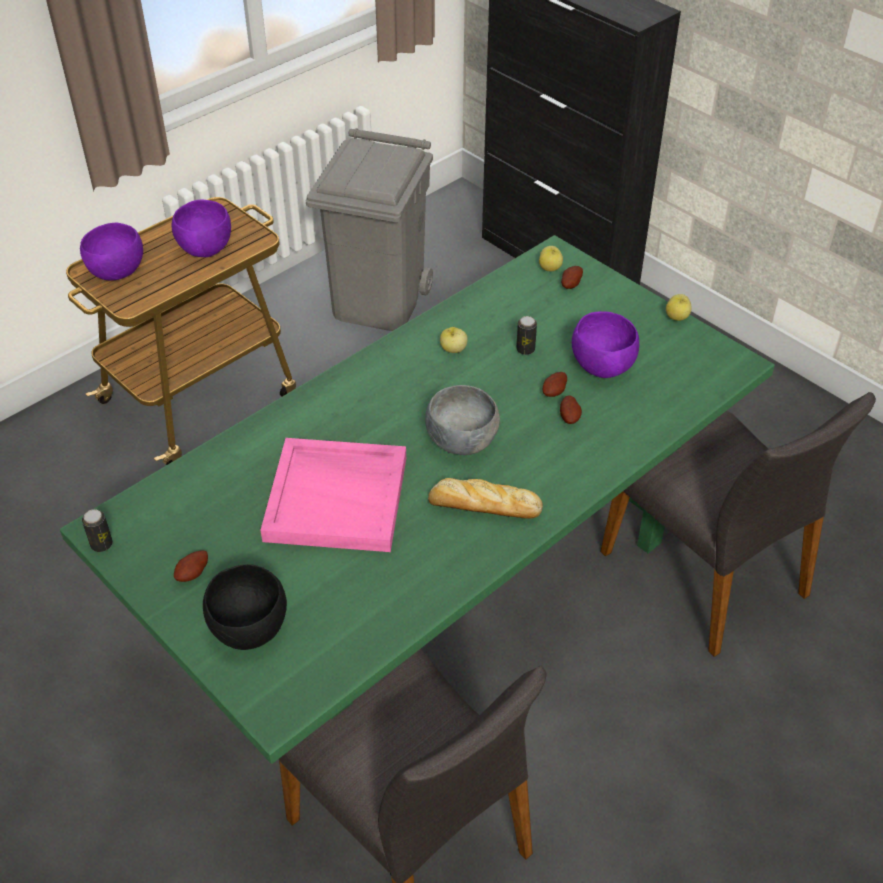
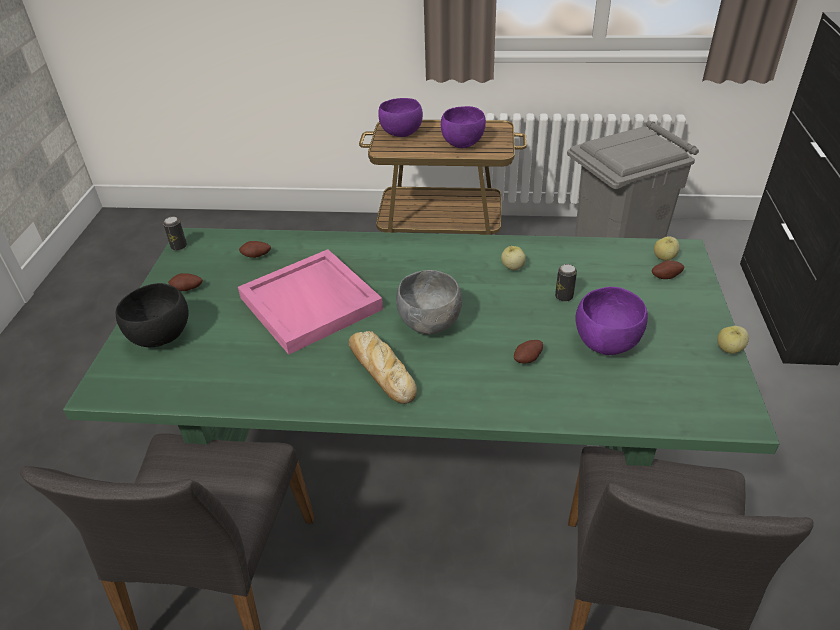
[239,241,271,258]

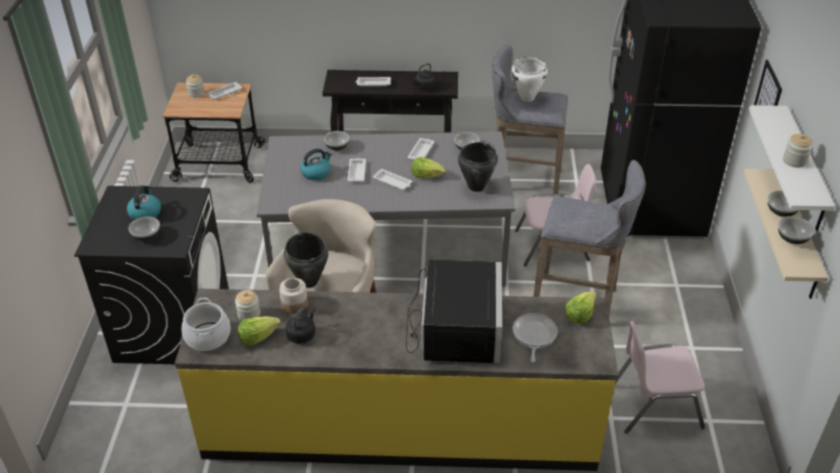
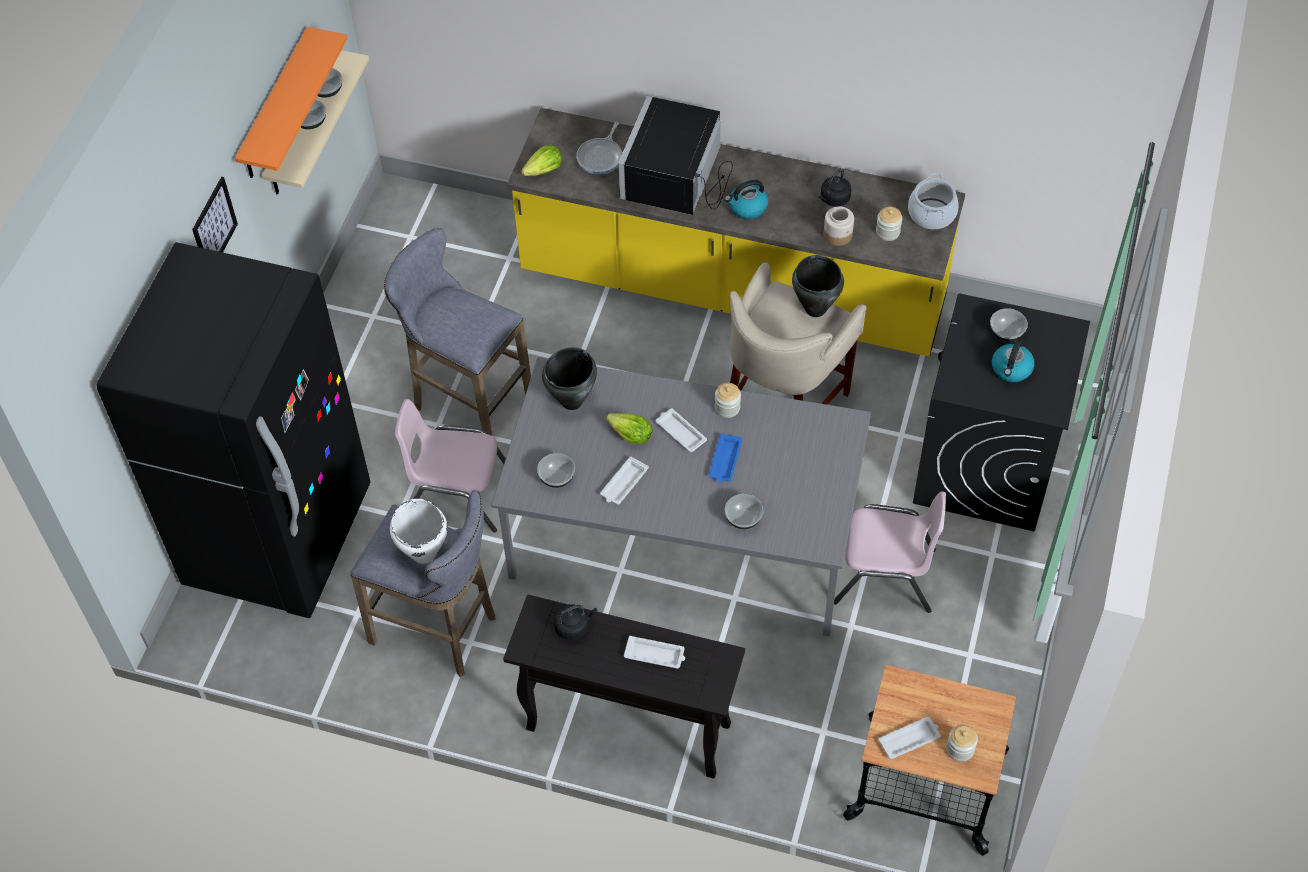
[235,27,348,178]
[708,434,743,482]
[715,383,741,418]
[725,180,768,219]
[834,491,946,613]
[238,316,281,345] (first image)

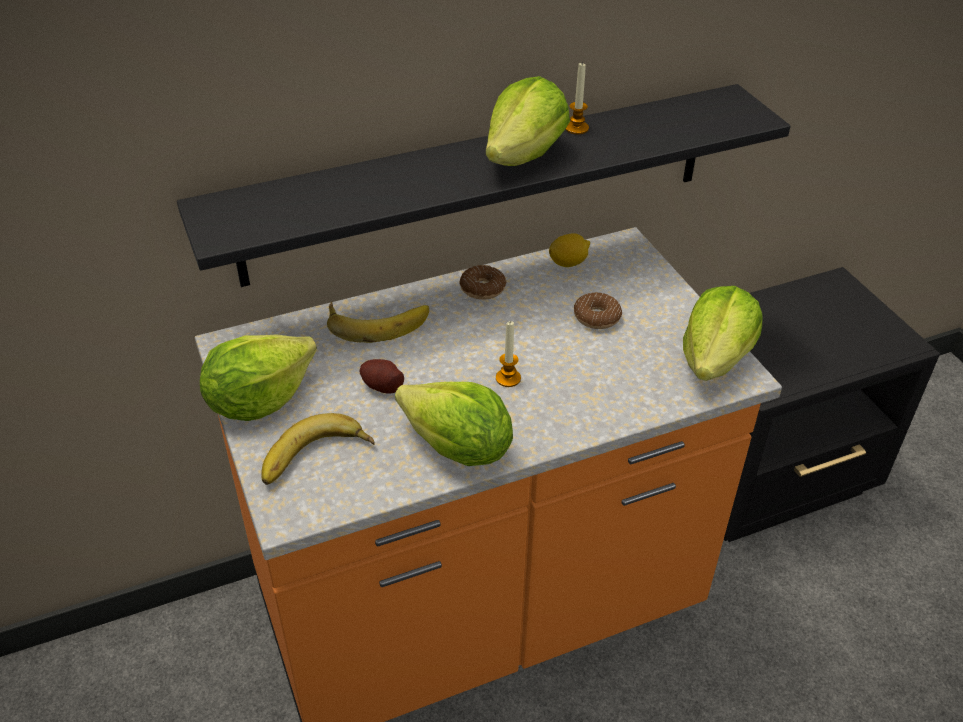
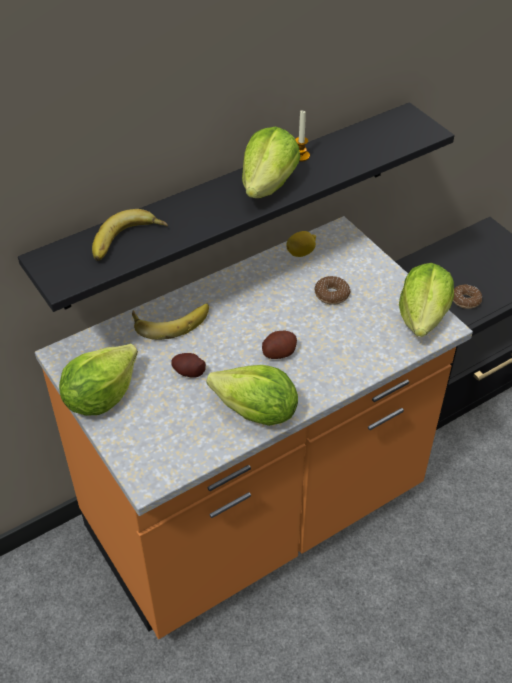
[92,209,168,261]
[262,331,297,359]
[453,284,482,309]

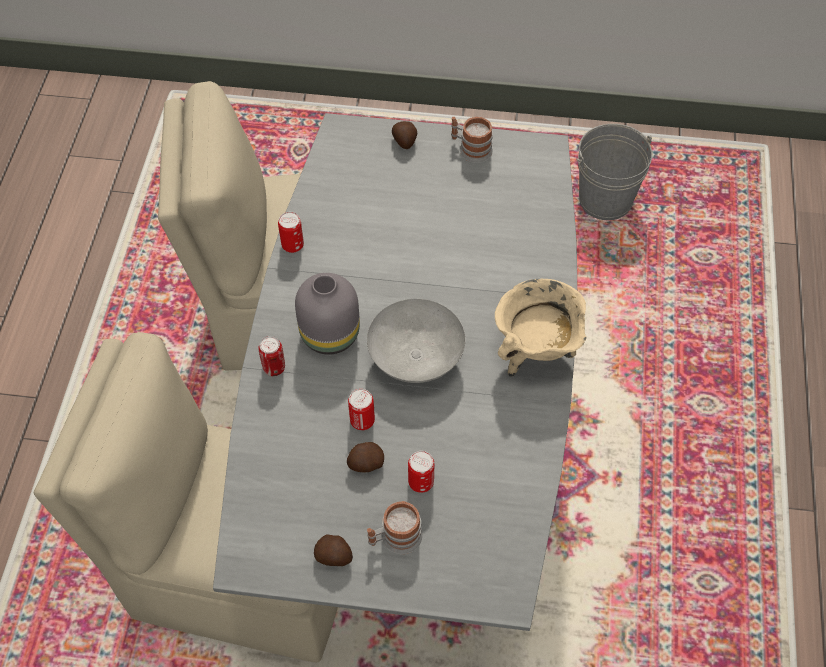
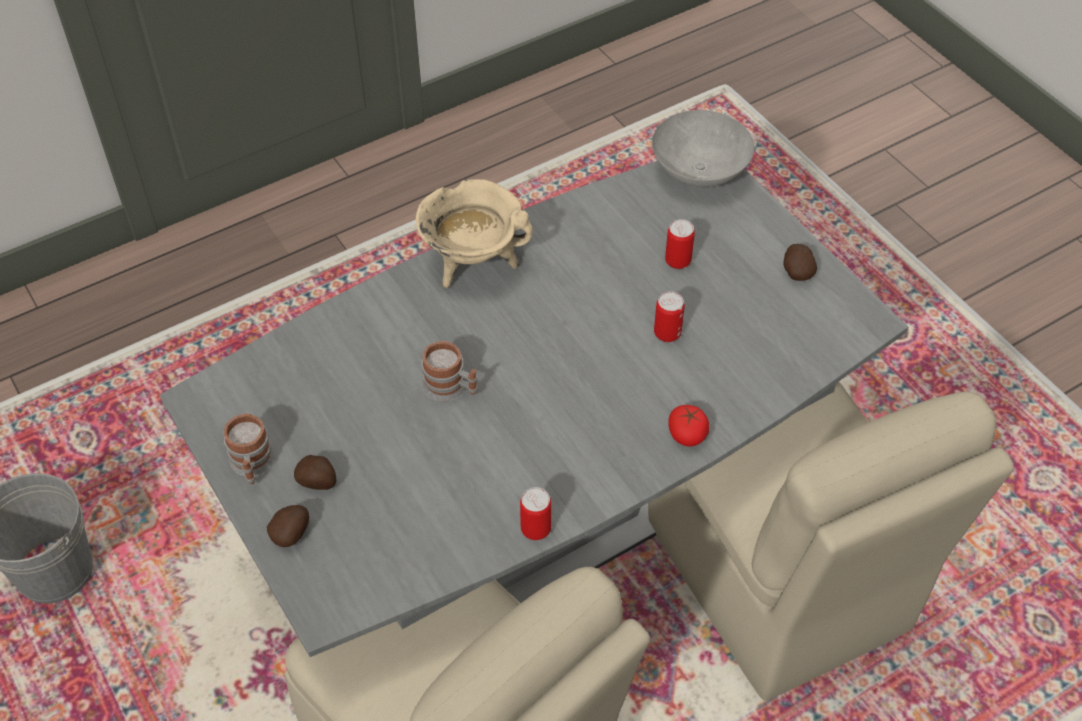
[294,455,336,490]
[422,341,478,401]
[652,110,754,187]
[668,405,710,447]
[295,273,360,355] (first image)

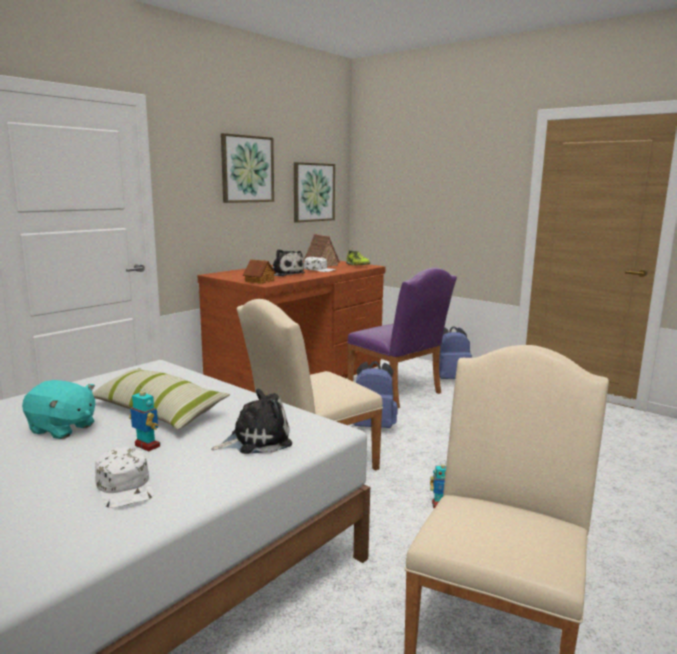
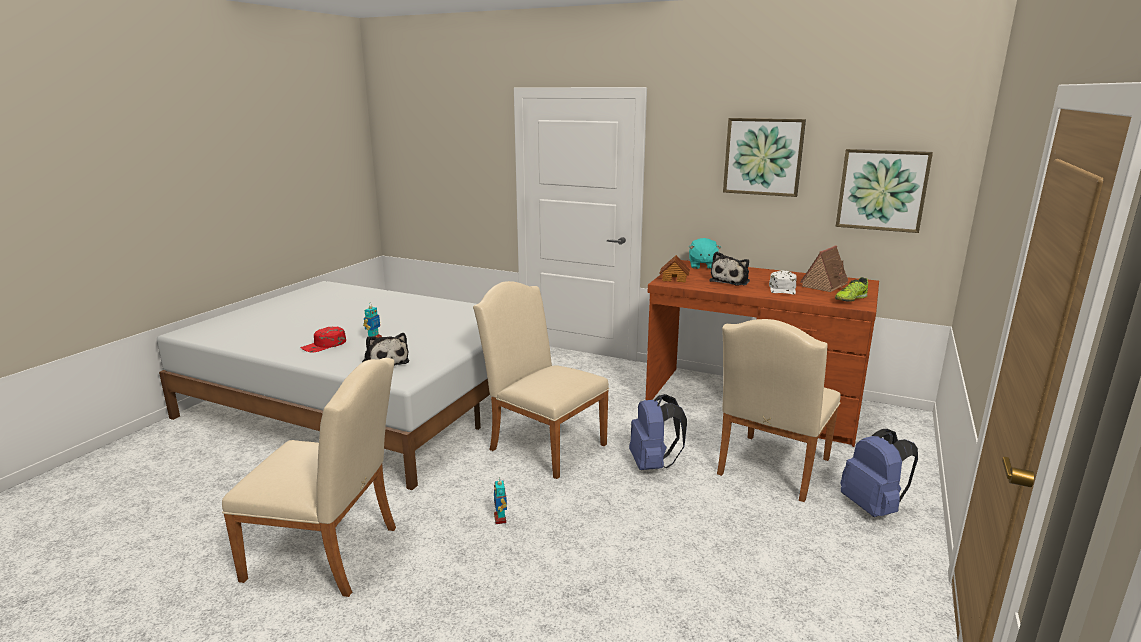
[301,327,346,352]
[689,238,722,269]
[717,319,841,502]
[92,368,230,430] (first image)

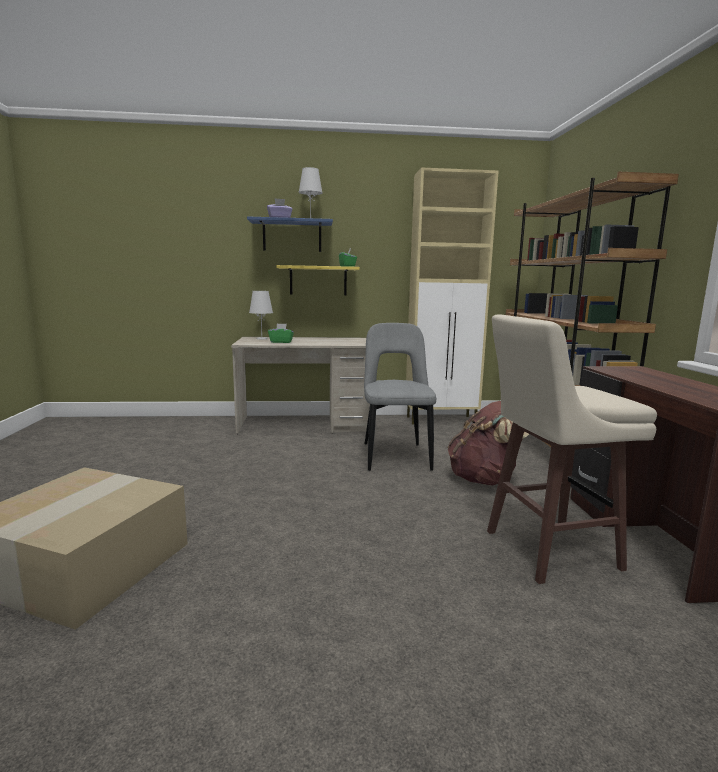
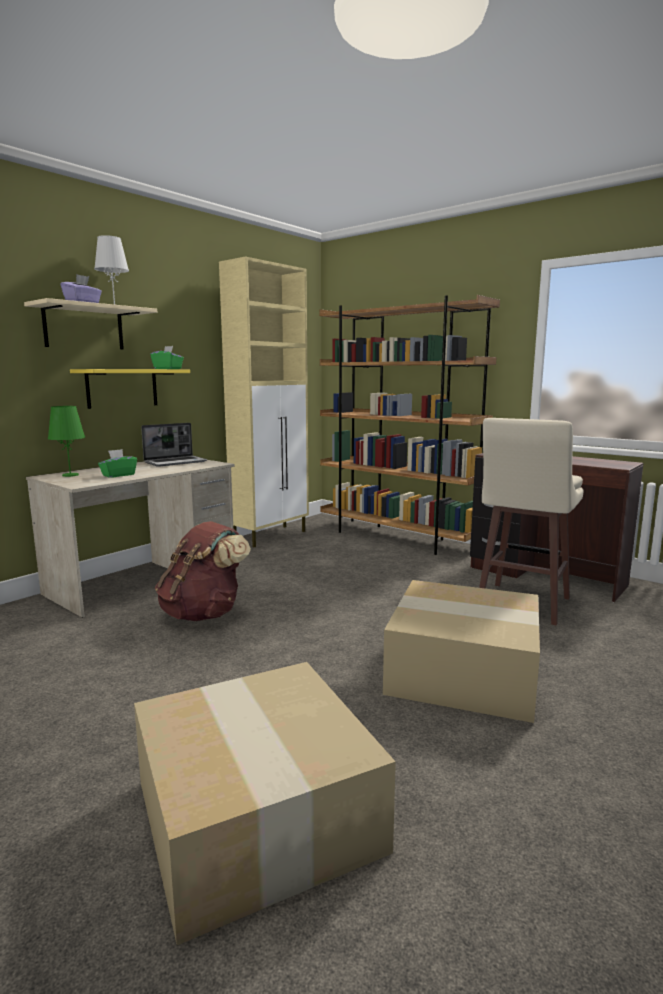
[24,298,157,349]
[48,406,85,477]
[141,423,207,467]
[155,521,251,621]
[383,580,540,723]
[364,323,436,471] (first image)

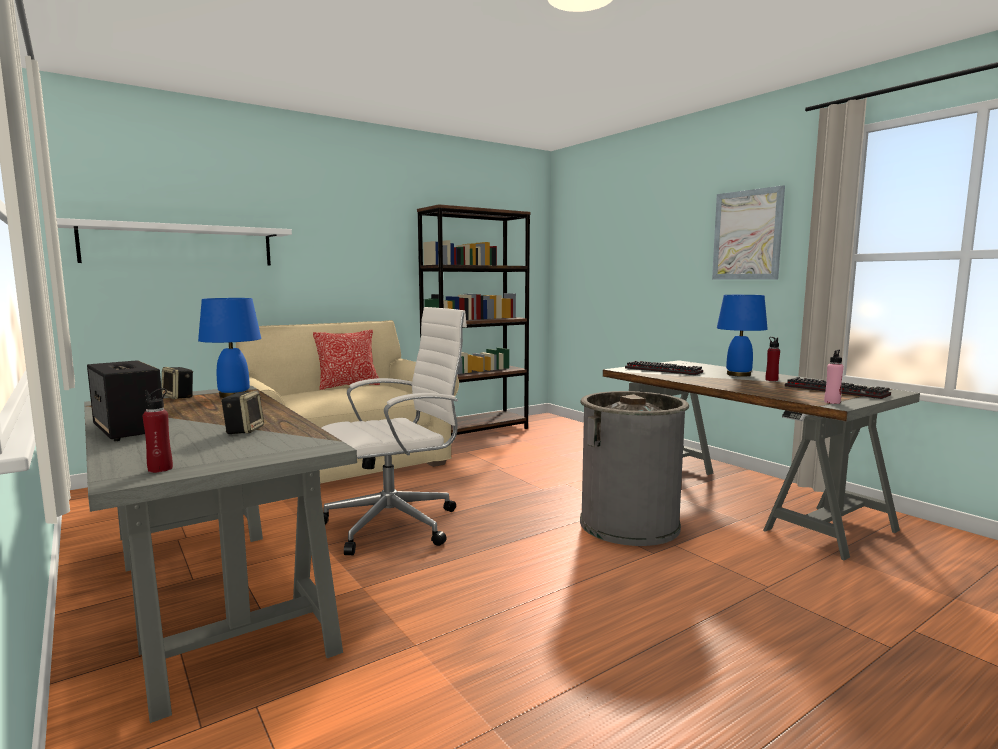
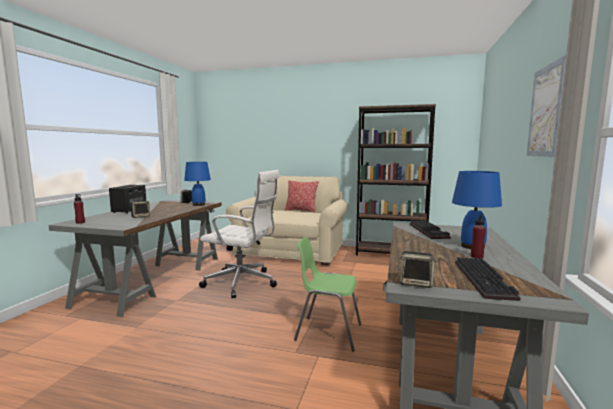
[294,237,361,351]
[400,251,436,288]
[57,218,292,266] (first image)

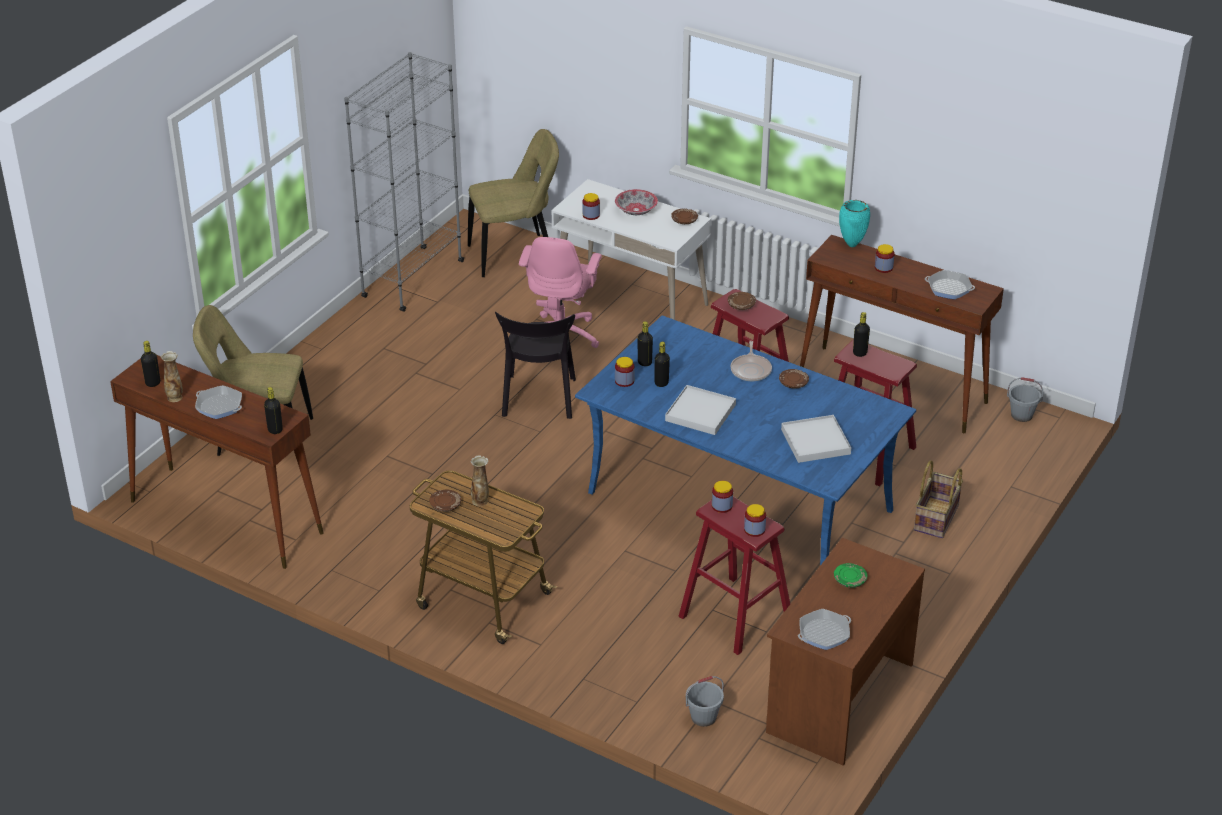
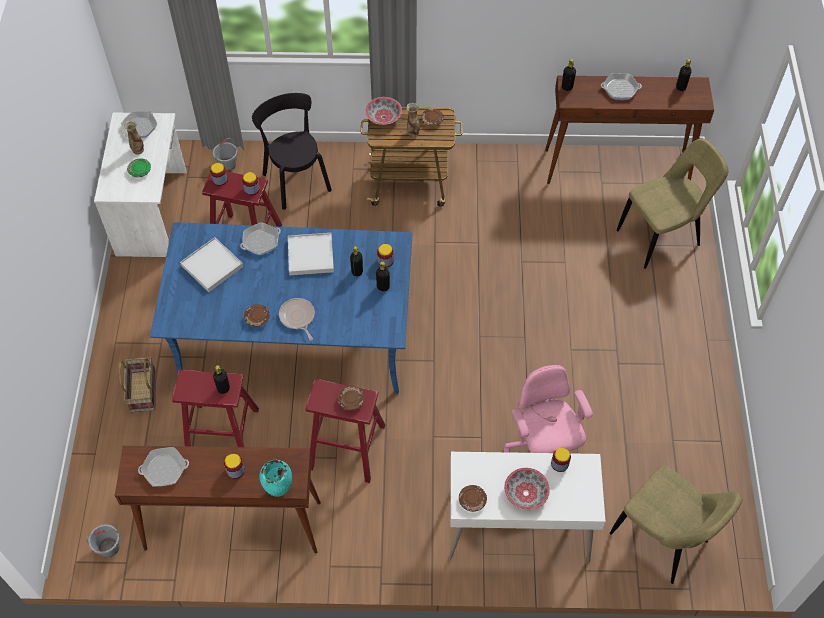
[94,113,187,257]
[124,121,144,155]
[240,222,281,255]
[252,93,332,210]
[365,97,402,125]
[610,465,743,584]
[344,52,464,312] (first image)

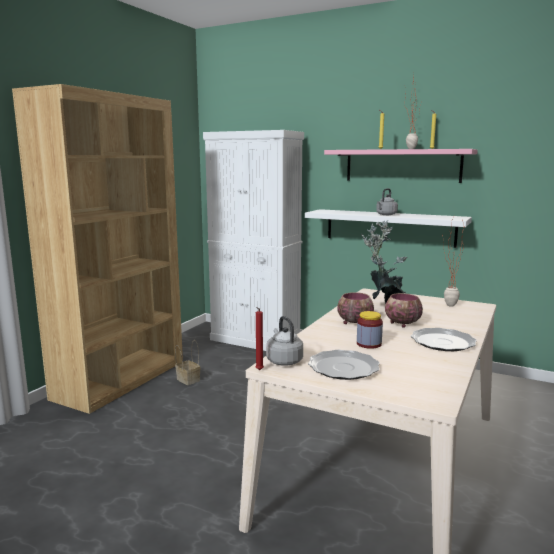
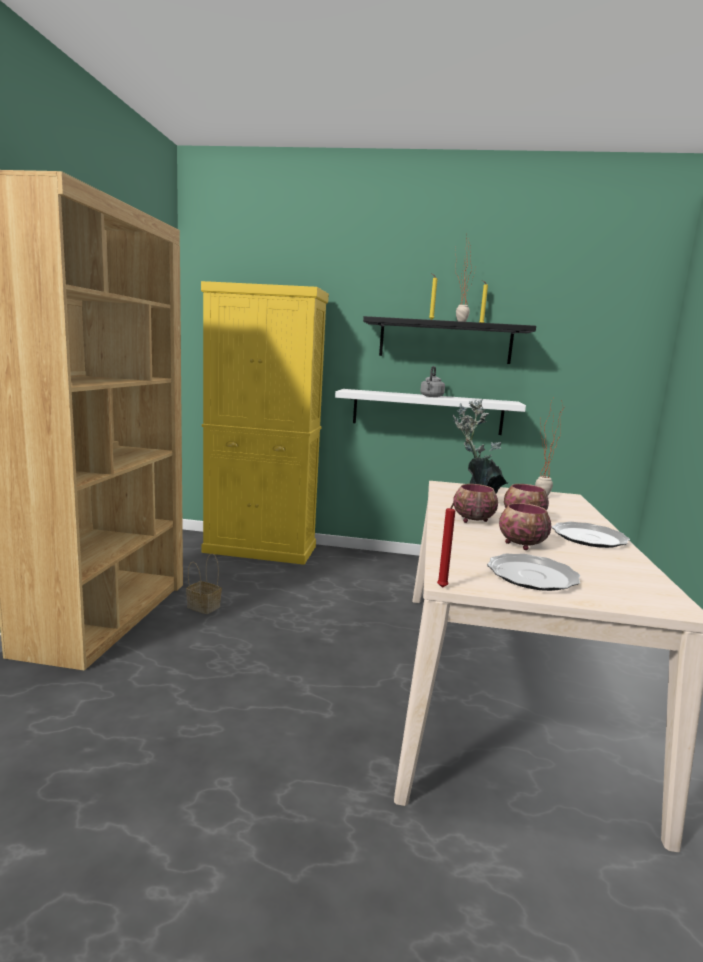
[201,281,329,565]
[363,316,536,364]
[499,503,552,550]
[266,316,303,366] (first image)

